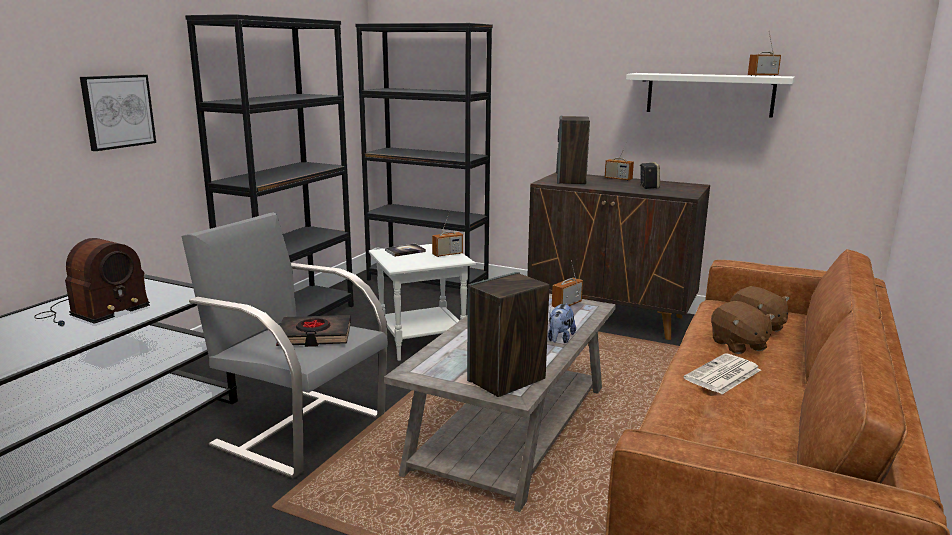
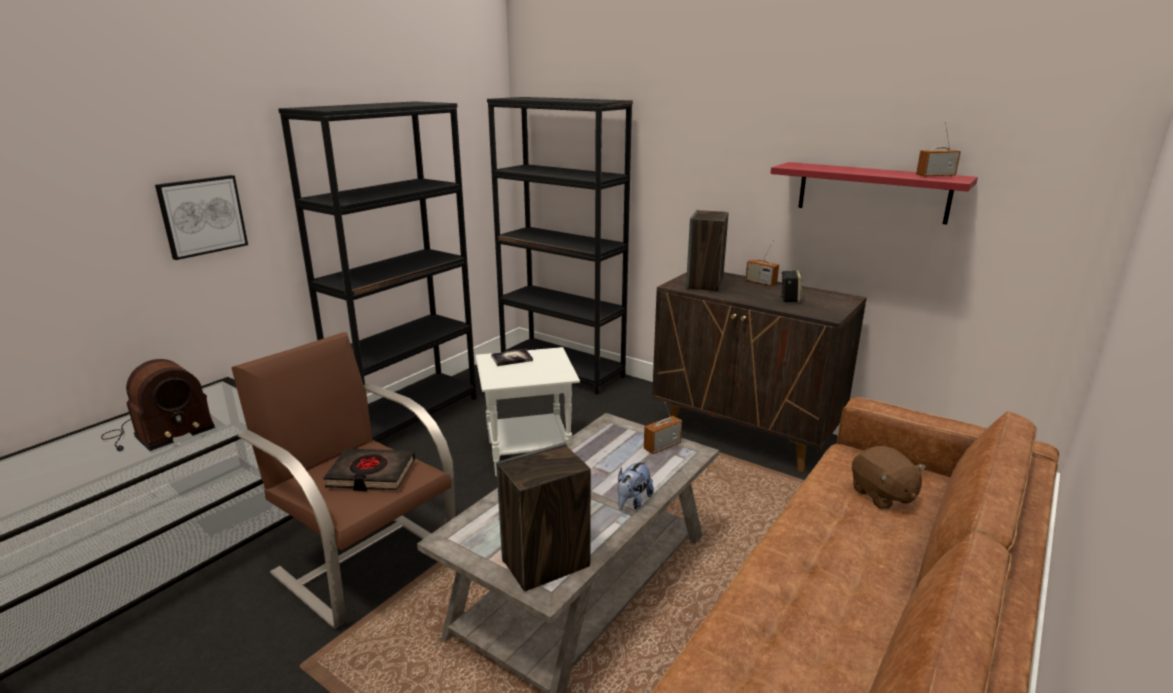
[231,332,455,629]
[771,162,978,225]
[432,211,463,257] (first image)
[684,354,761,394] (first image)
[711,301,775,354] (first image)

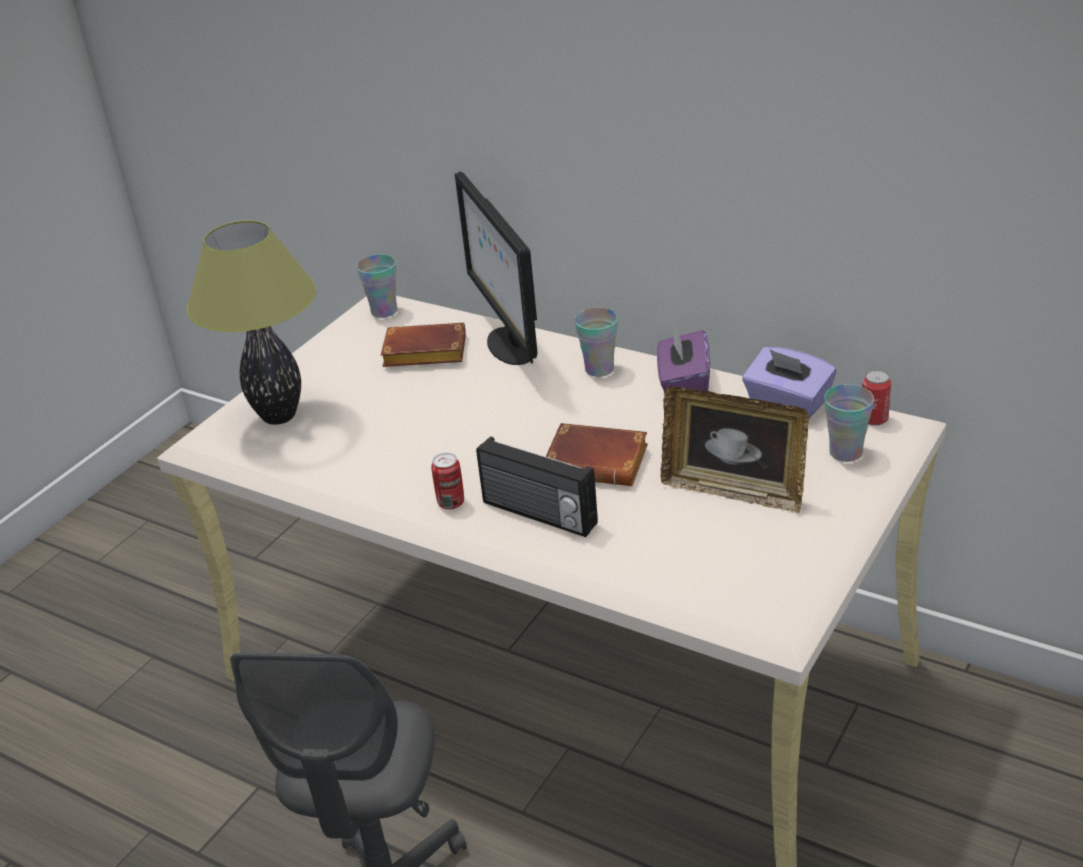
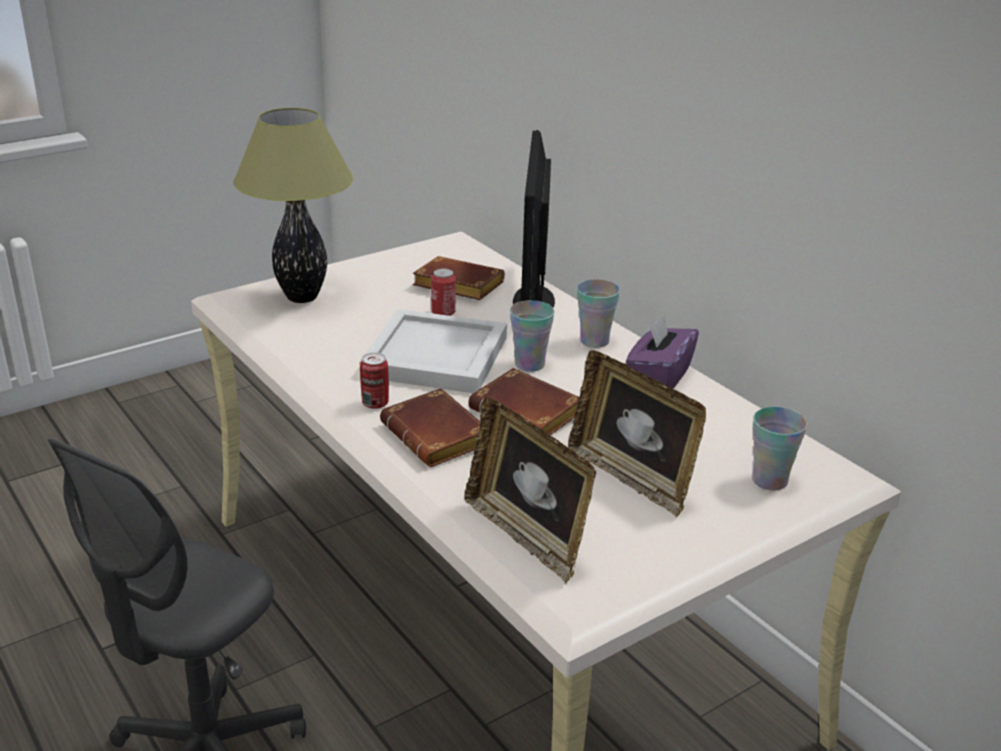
[359,309,507,393]
[380,388,480,467]
[431,268,456,316]
[465,397,596,583]
[510,300,555,372]
[742,347,836,418] (first image)

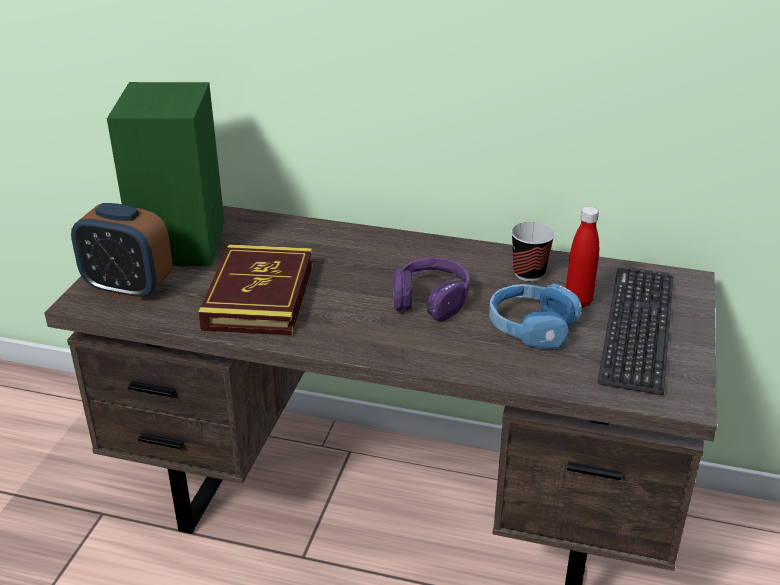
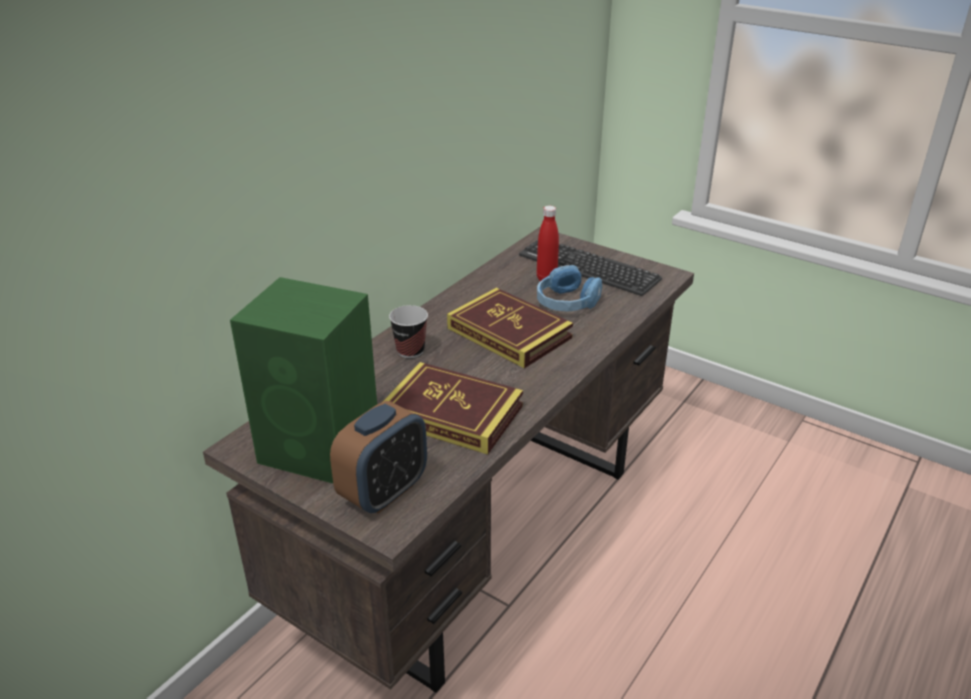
[389,305,428,358]
[447,288,573,368]

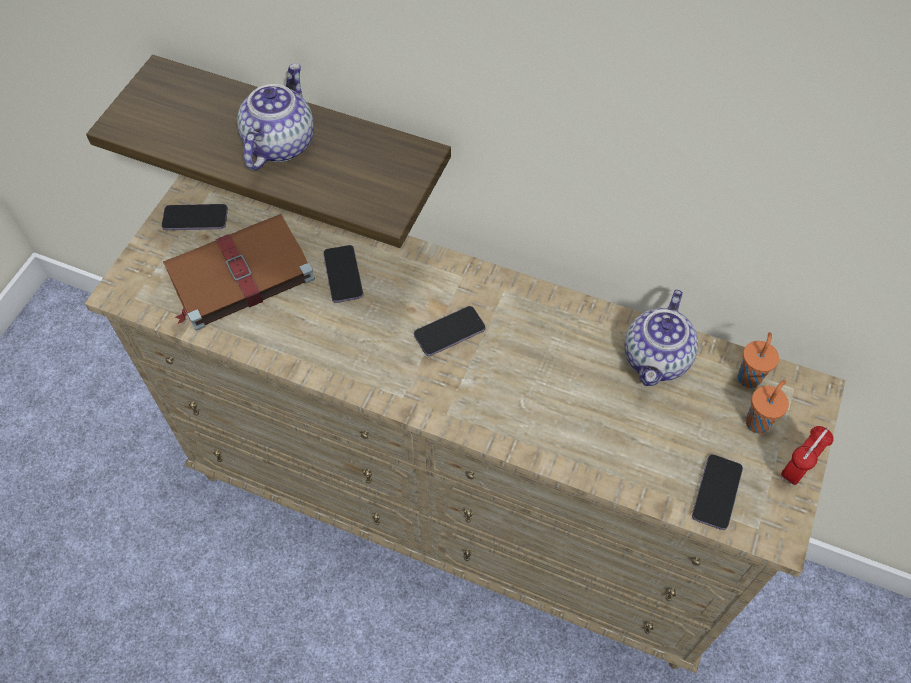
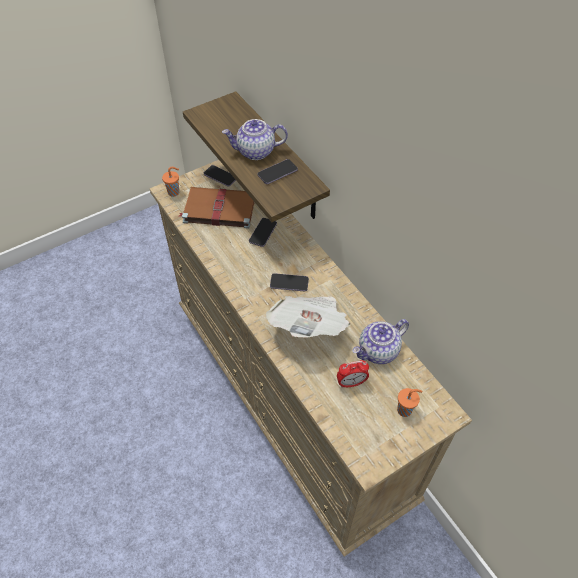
[162,167,179,197]
[222,119,288,160]
[257,159,298,184]
[266,296,350,338]
[337,360,369,388]

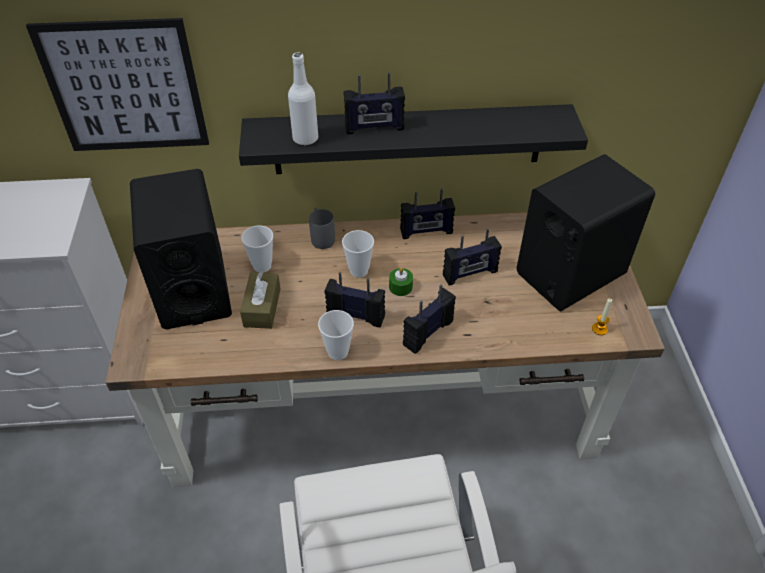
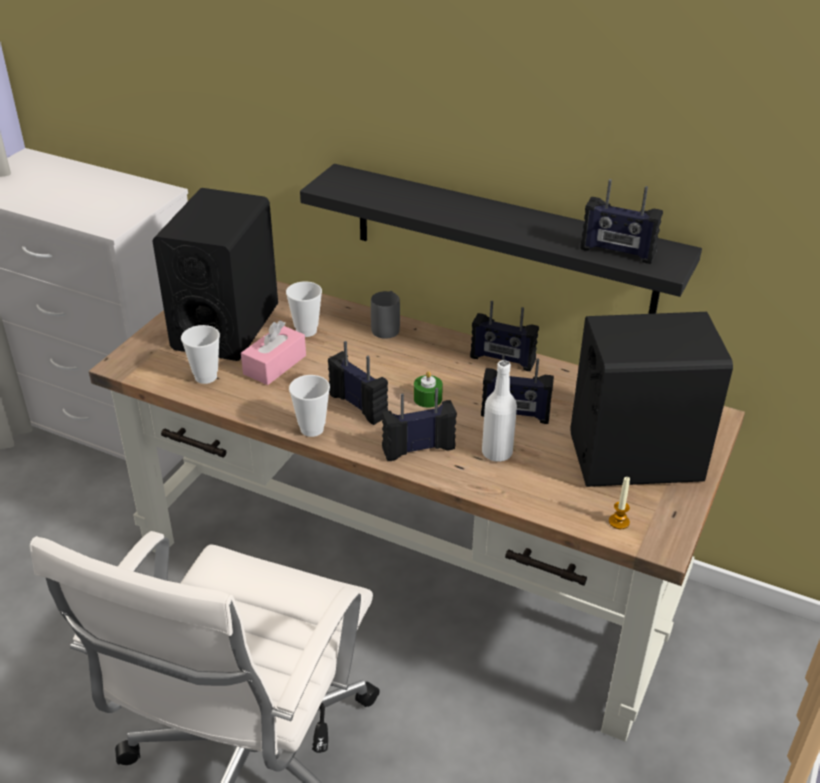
[181,325,220,384]
[241,320,306,385]
[482,360,517,462]
[580,179,663,264]
[26,18,209,151] (first image)

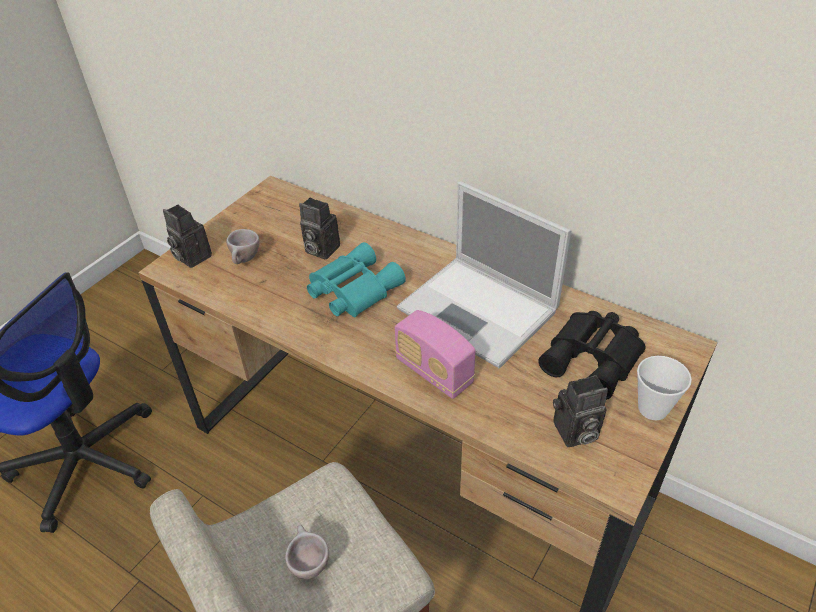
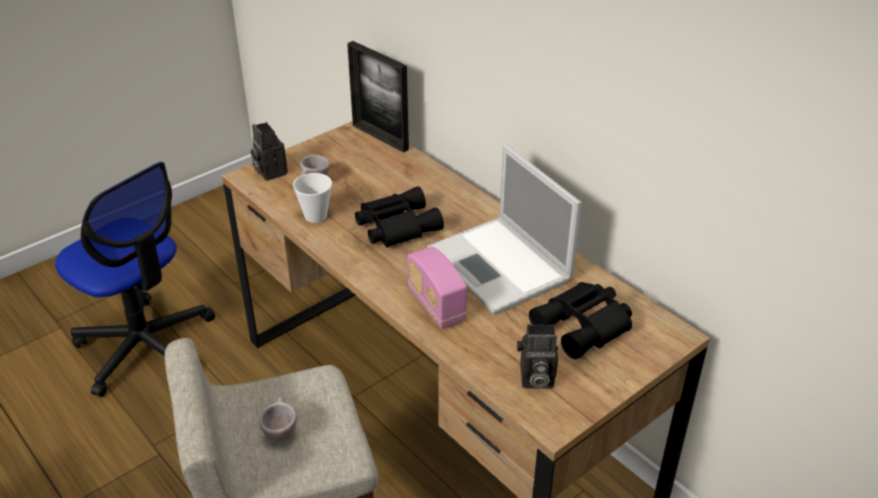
[293,173,332,223]
[347,41,409,153]
[355,186,444,248]
[299,198,340,260] (first image)

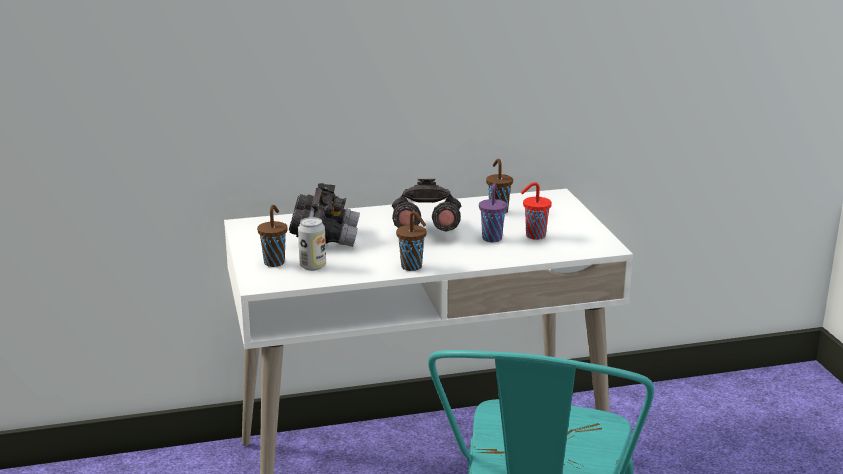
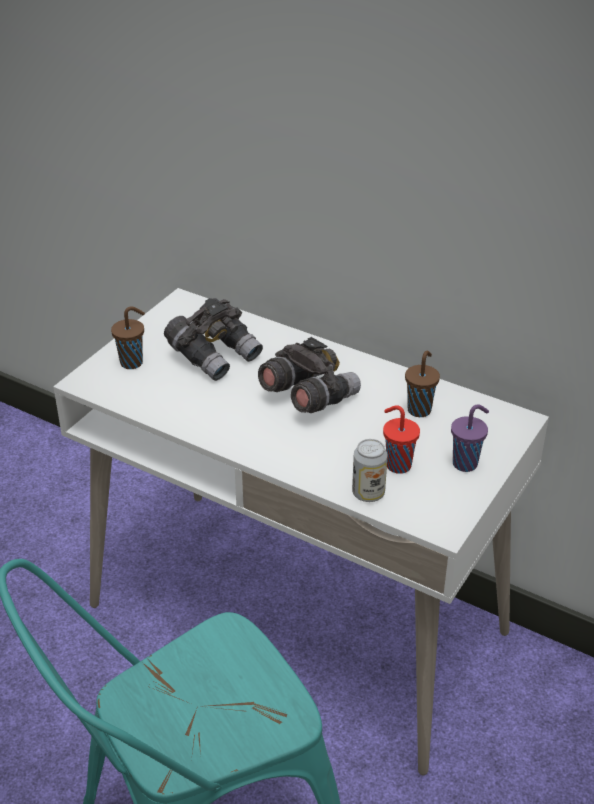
[352,439,388,502]
[451,405,489,472]
[396,211,427,271] (first image)

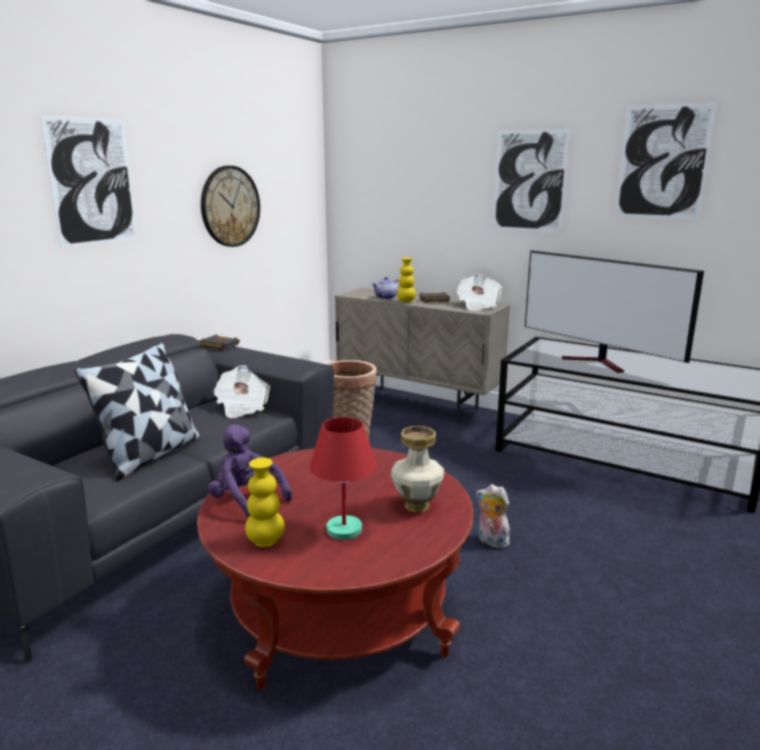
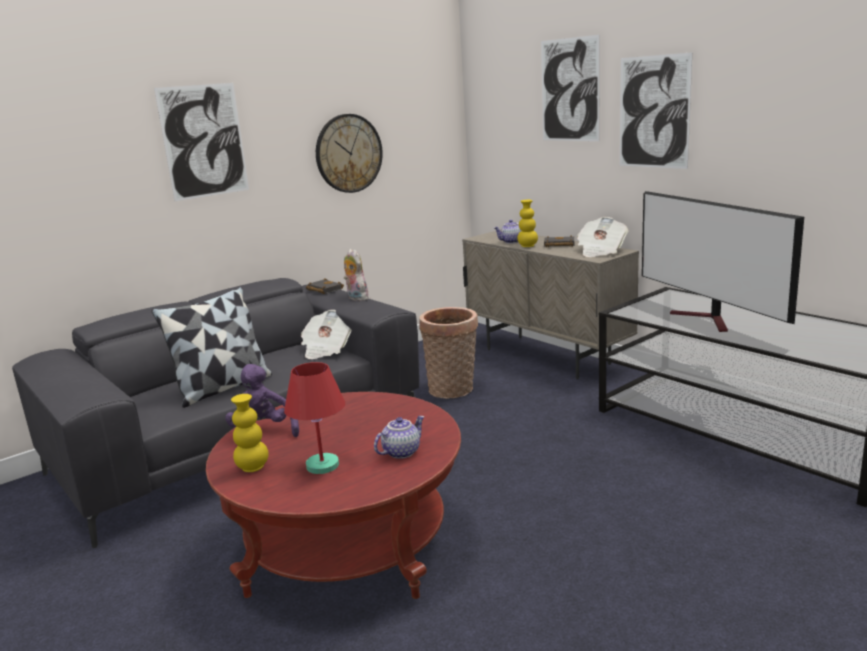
[344,249,370,301]
[374,416,425,459]
[541,35,600,141]

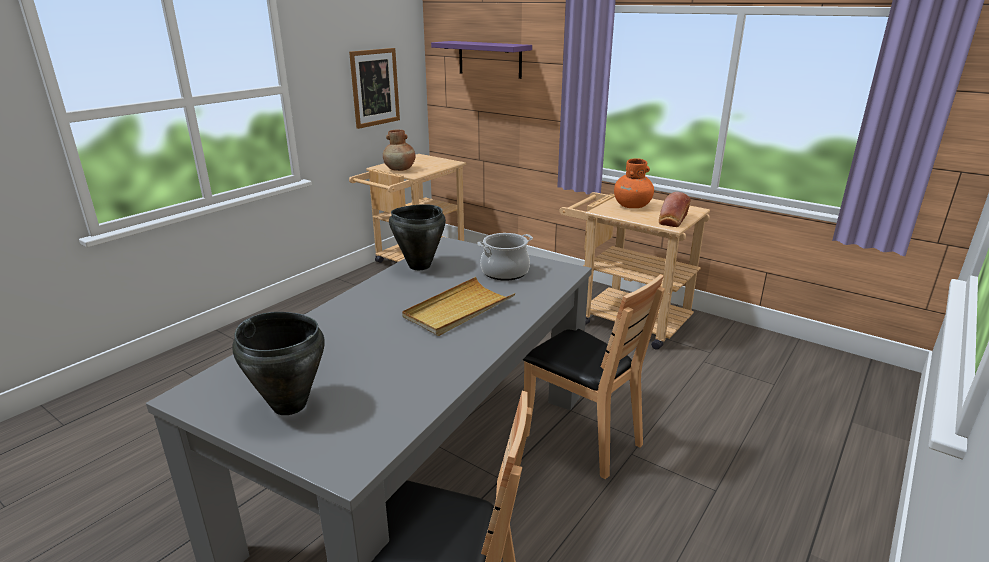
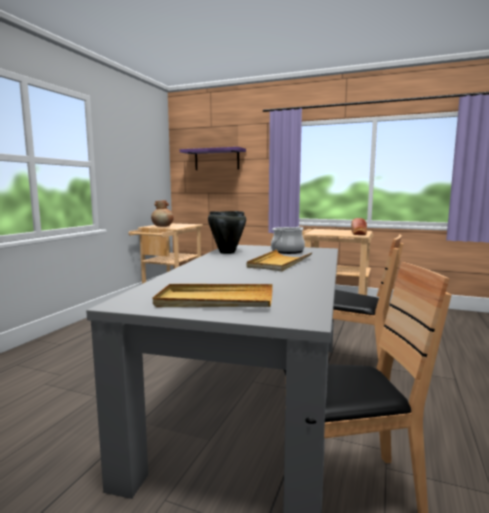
[153,284,273,307]
[349,48,400,129] (first image)
[614,158,654,208] (first image)

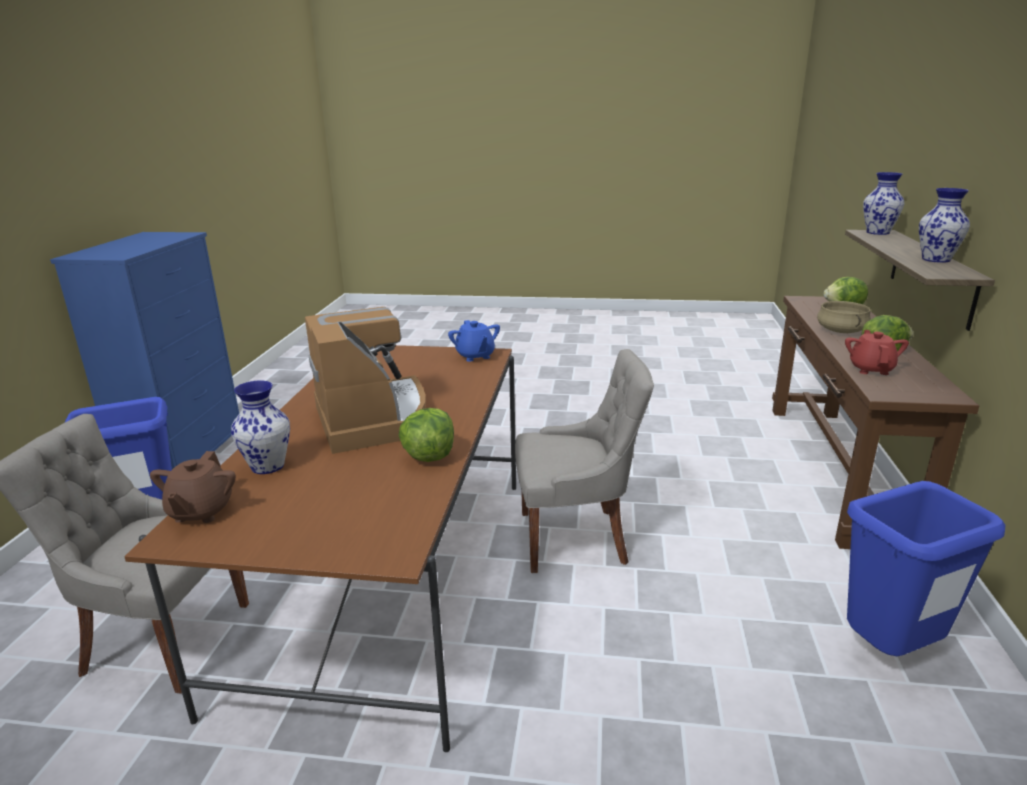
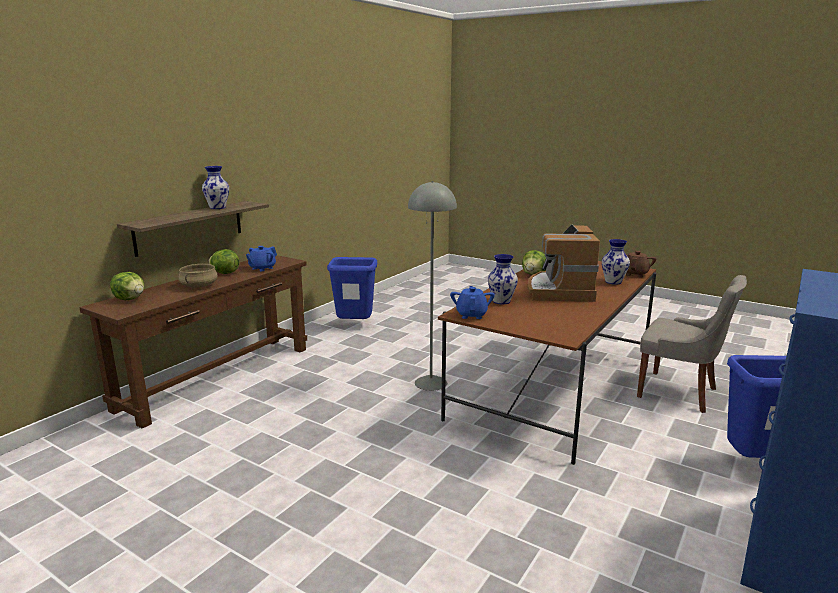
[246,246,277,271]
[408,181,457,391]
[488,254,518,304]

